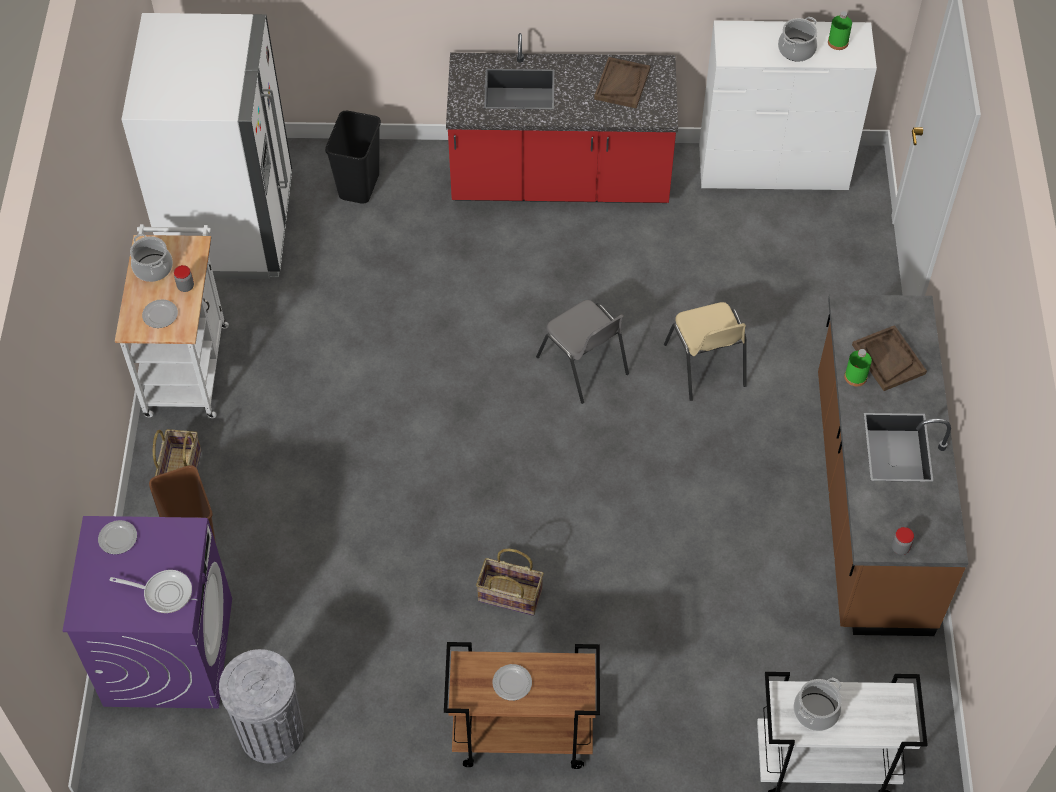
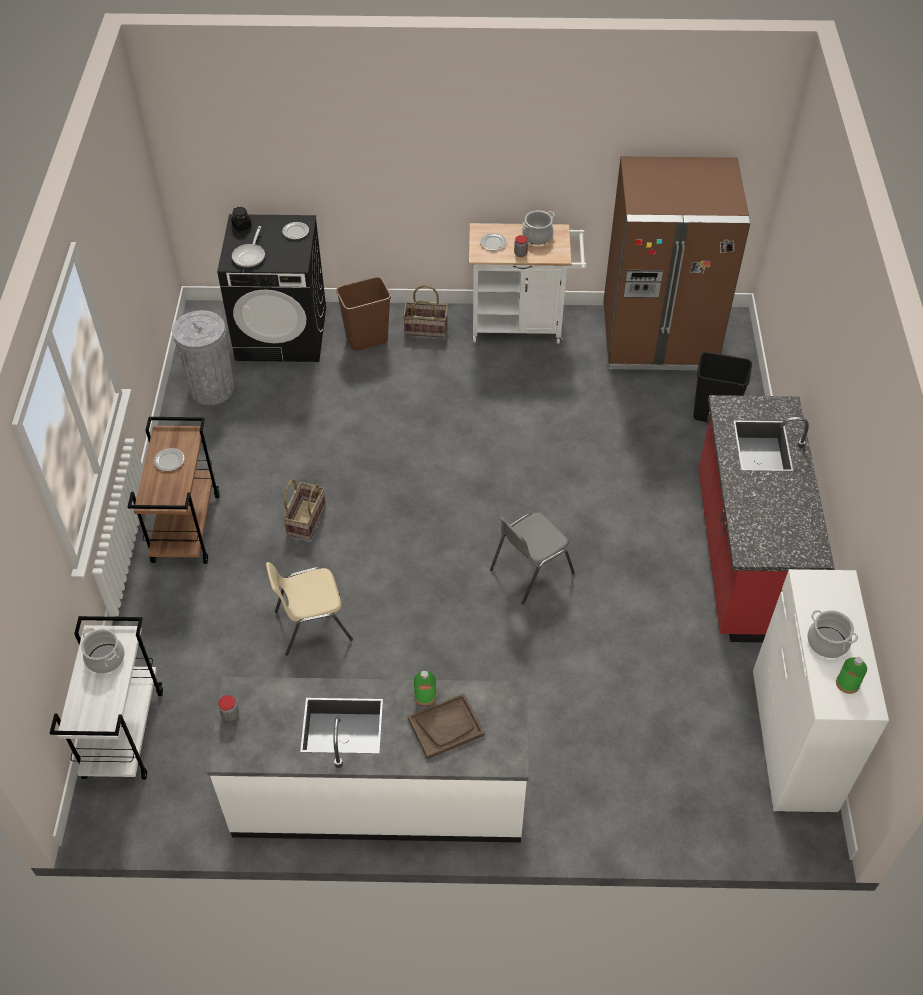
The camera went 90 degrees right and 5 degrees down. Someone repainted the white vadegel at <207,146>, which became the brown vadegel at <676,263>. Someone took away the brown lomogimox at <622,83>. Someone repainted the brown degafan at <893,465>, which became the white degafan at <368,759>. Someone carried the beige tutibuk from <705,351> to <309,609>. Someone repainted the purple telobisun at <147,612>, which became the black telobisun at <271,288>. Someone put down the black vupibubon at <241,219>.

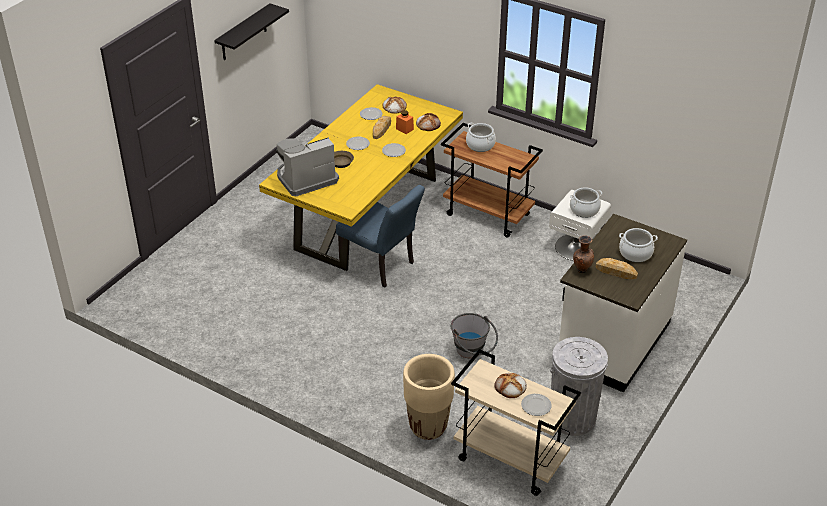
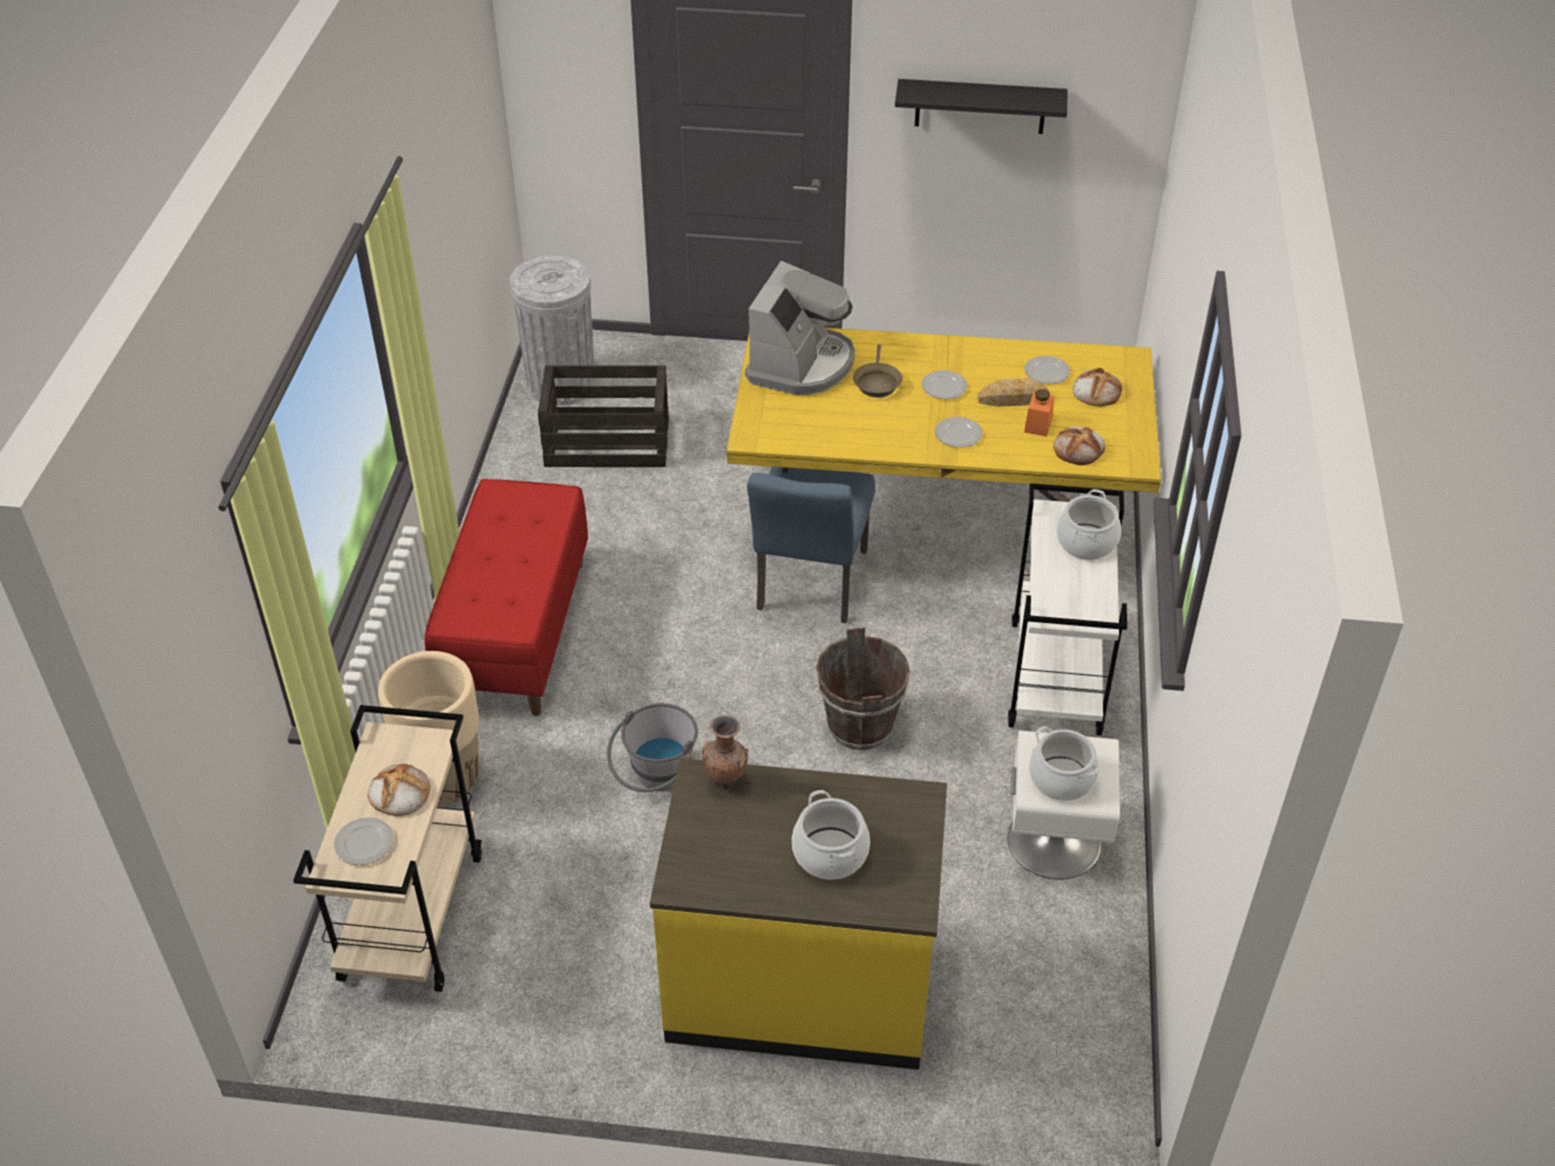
The camera went 65 degrees right and 5 degrees up. Someone repainted the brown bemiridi at <492,180>, which became the white bemiridi at <1067,609>. Someone rotated the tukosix at <307,166> by 75 degrees clockwise. Someone repainted the white degafan at <623,303>, which became the yellow degafan at <798,914>. Someone took away the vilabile at <617,268>. Someone carried the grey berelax from <579,386> to <553,331>. Someone put down the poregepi at <603,416>. Someone put down the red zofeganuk at <506,597>. Someone put down the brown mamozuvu at <863,688>.

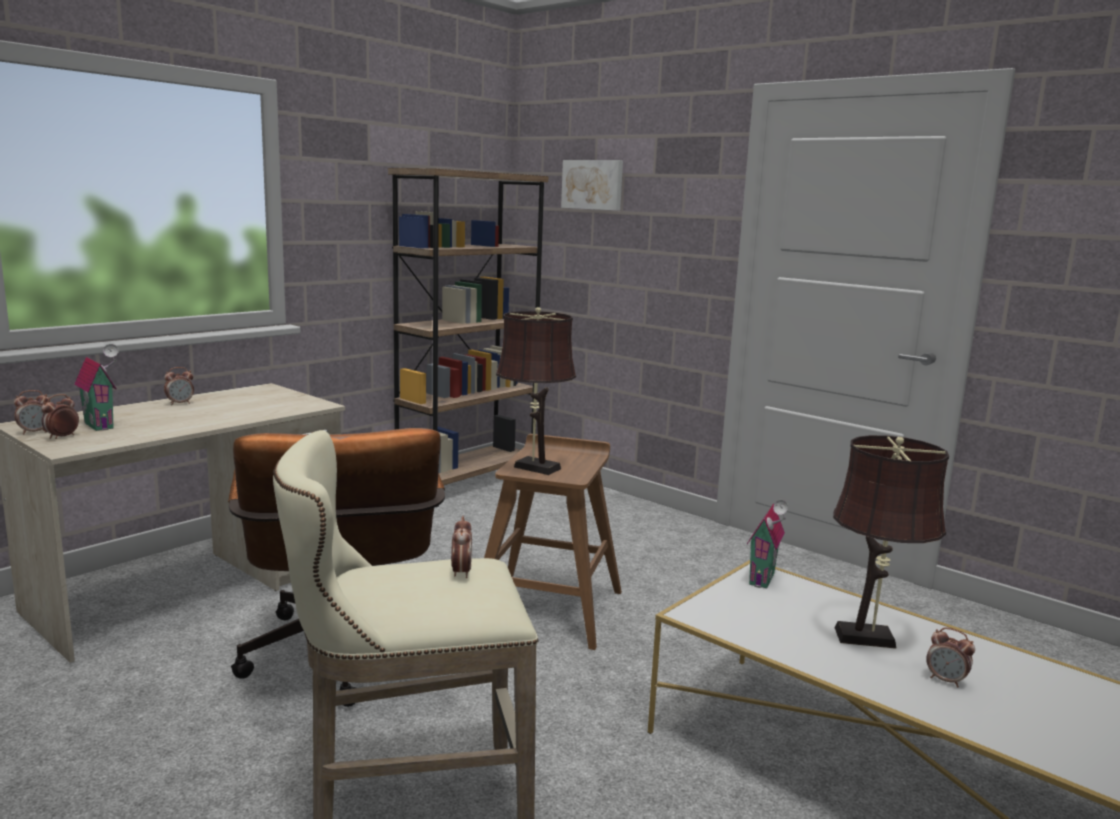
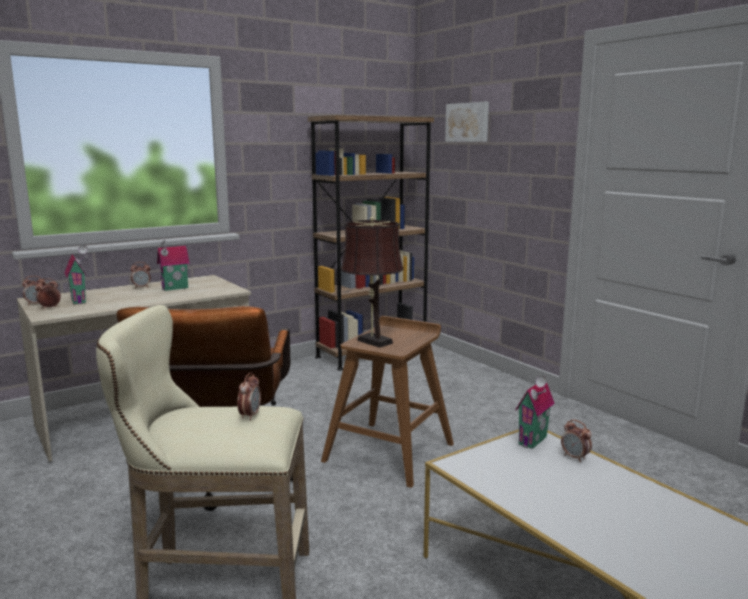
The camera went 15 degrees right and 0 degrees up. Someone took away the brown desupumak at <891,542>. Someone carried the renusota from <950,657> to <576,440>. Someone put down the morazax at <173,264>.

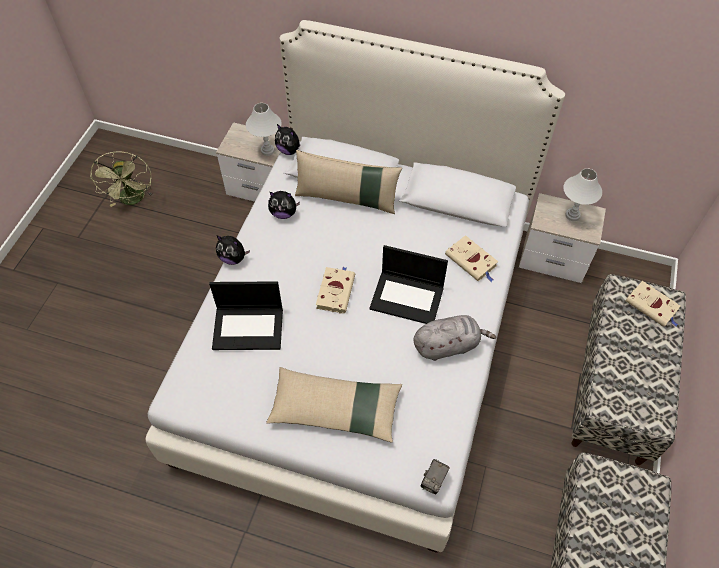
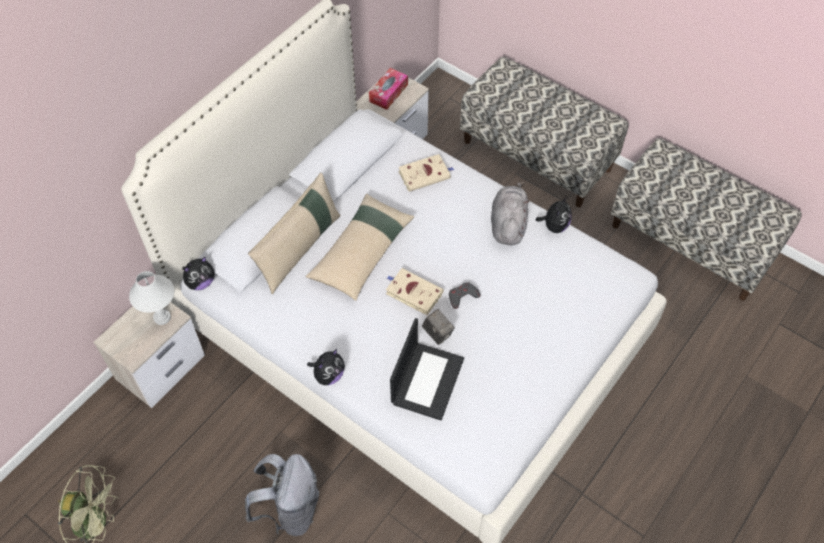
The camera went 70 degrees left and 0 degrees up. Someone swapped the white desupumak at <582,194> for the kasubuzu at <388,89>. Someone carried the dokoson from <284,205> to <554,215>. Someone took away the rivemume at <408,284>. Someone took away the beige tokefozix at <653,304>. Someone carried the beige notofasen from <334,405> to <360,247>. Someone carried the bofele from <435,476> to <438,327>. Someone put down the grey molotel at <464,295>. Someone put down the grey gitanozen at <282,495>.

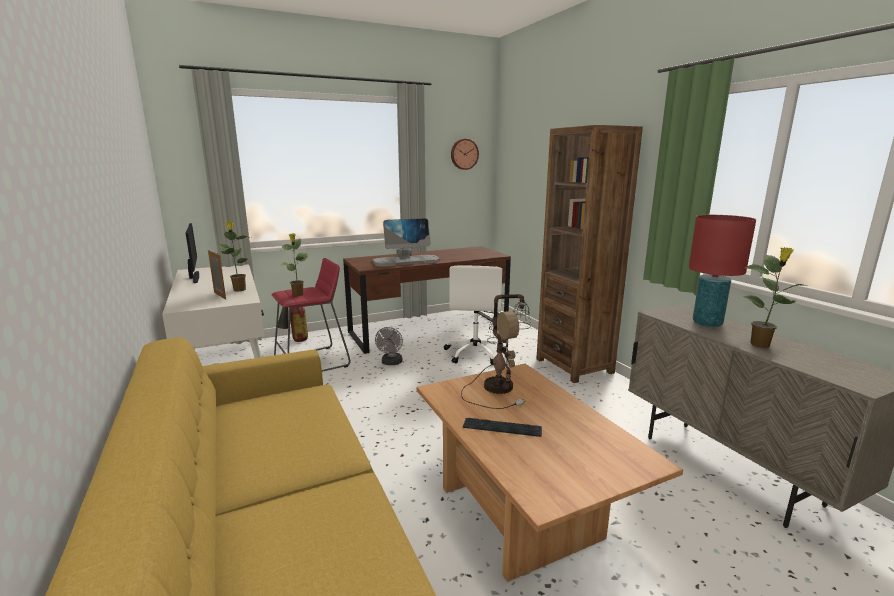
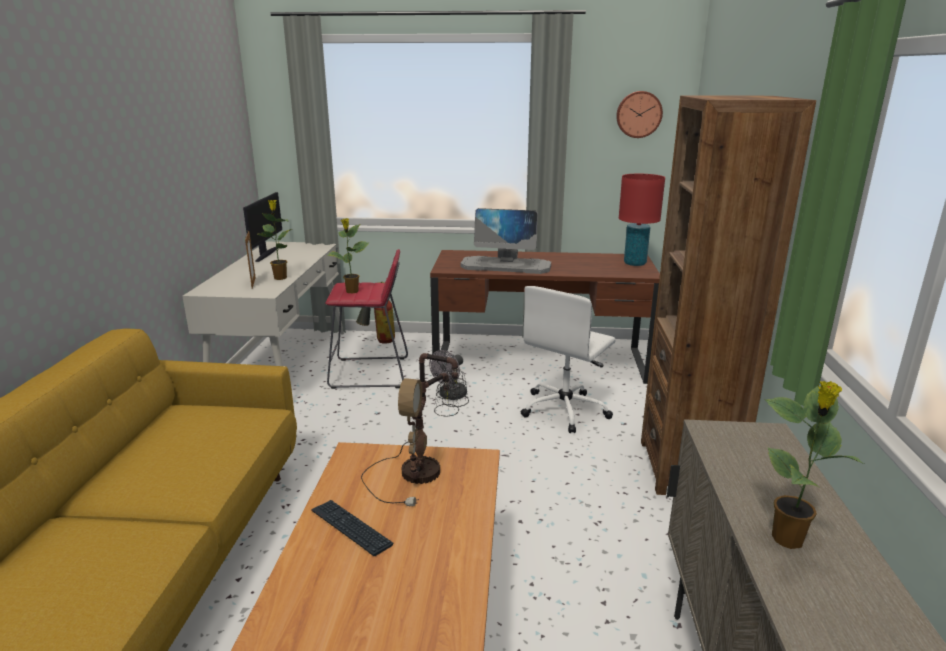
The camera went 30 degrees right and 5 degrees up. Someone carried the red desupumak from <722,271> to <642,220>.

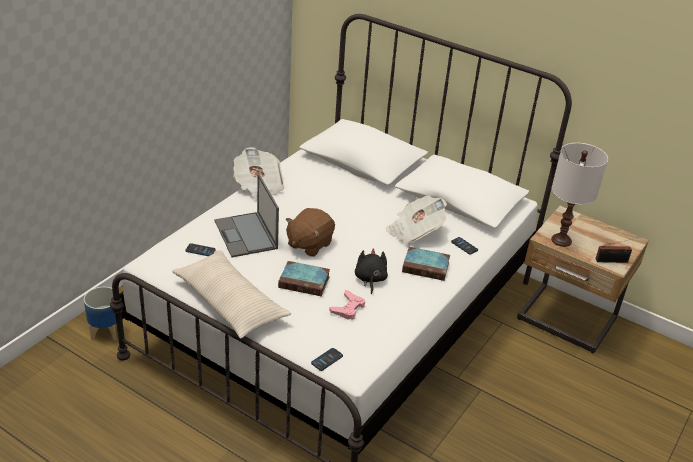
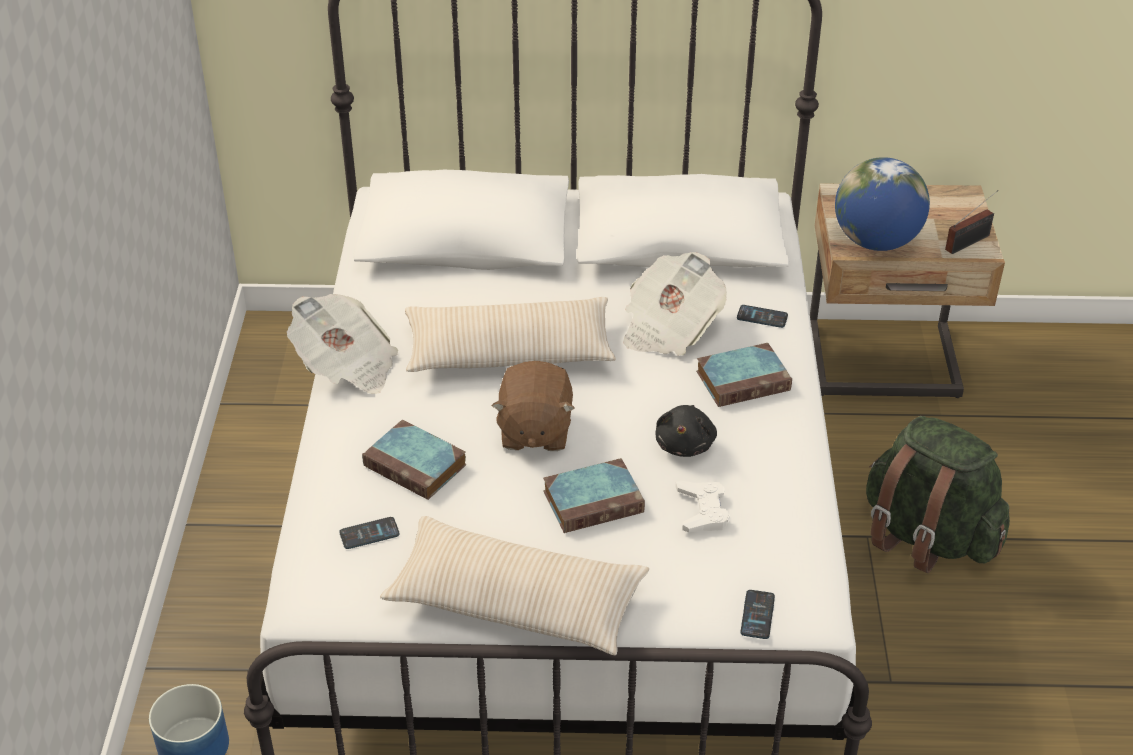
The camera went 30 degrees left and 5 degrees up. Someone swapped the white desupumak at <579,195> for the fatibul at <882,204>. Someone swapped the rivemume at <246,215> for the tokefozix at <414,460>. Someone rotated the black dokoson at <371,271> by 135 degrees counterclockwise. Someone repainted the pink molotel at <347,305>, which became the white molotel at <702,507>. Someone put down the beige notofasen at <510,334>. Someone put down the green gitanozen at <938,494>.

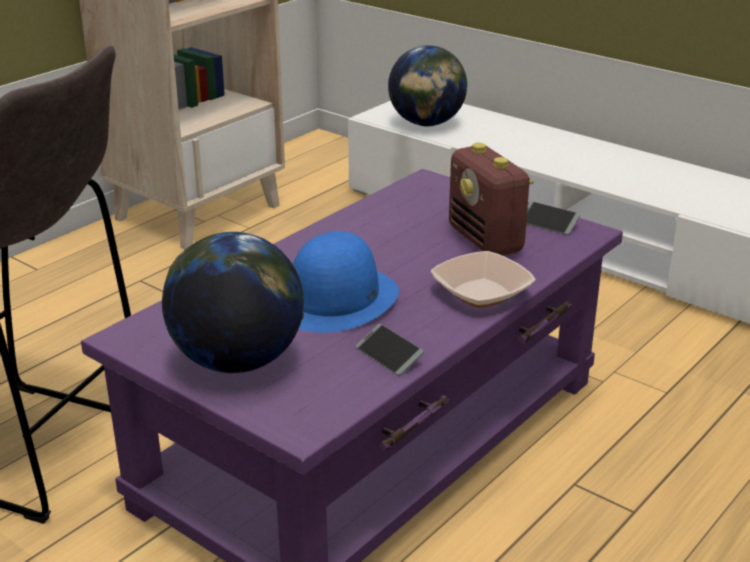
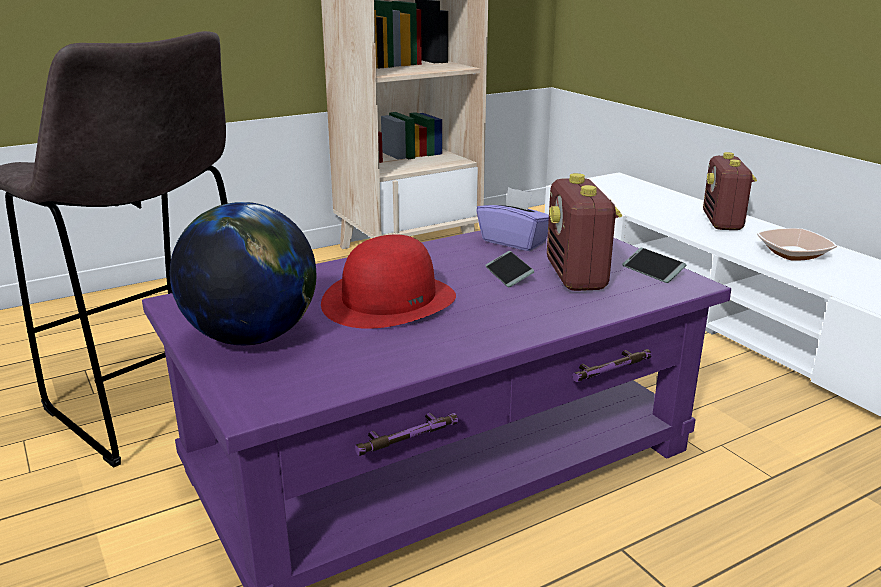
The camera went 20 degrees right and 5 degrees down. Someone took away the fatibul at <427,85>. Someone repainted the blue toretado at <346,282>, which became the red toretado at <388,281>. Someone carried the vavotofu from <483,279> to <797,244>. Someone carried the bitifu from <390,350> to <509,269>. Someone put down the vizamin at <730,191>. Someone put down the purple kasubuzu at <512,219>.

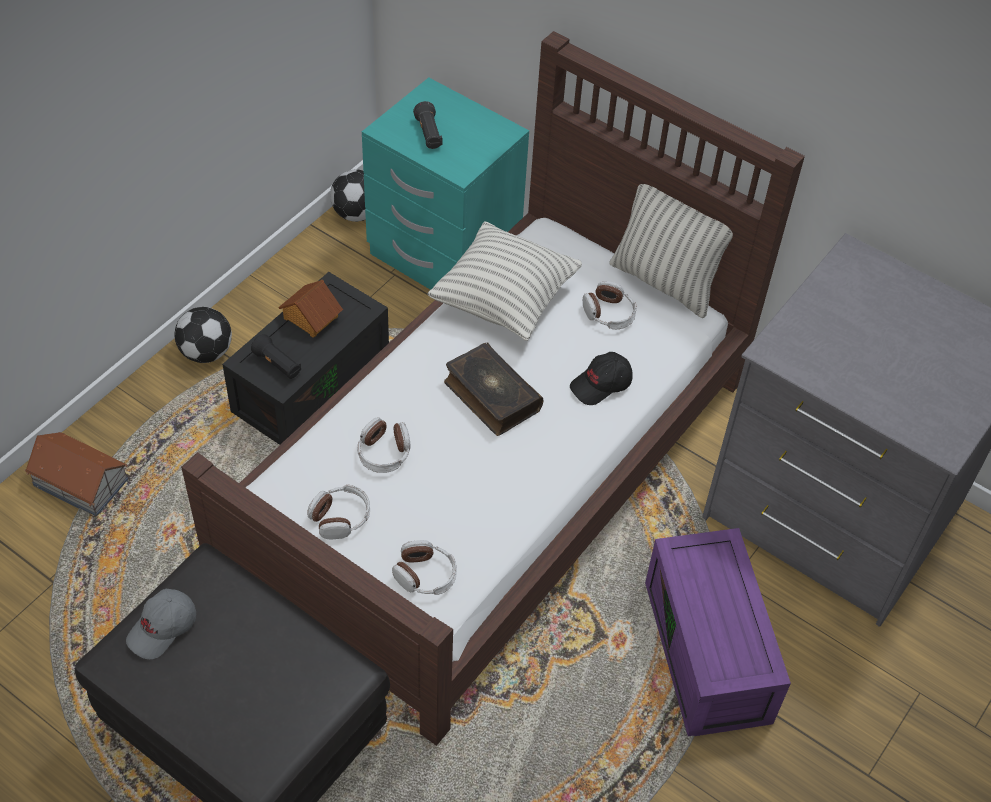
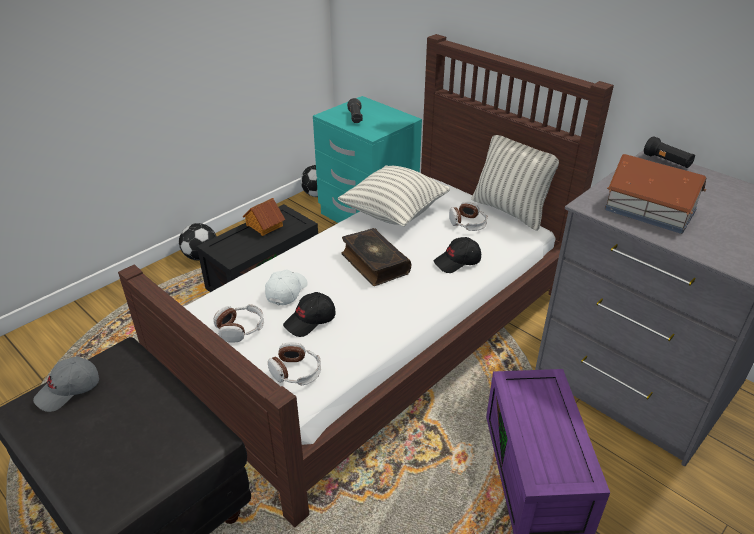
The camera went 10 degrees right and 15 degrees down. Someone carried the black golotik from <276,356> to <669,152>. Someone swapped the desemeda at <384,445> for the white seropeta at <286,287>. Someone carried the morazax from <76,474> to <655,194>. Someone put down the black seropeta at <309,314>.

